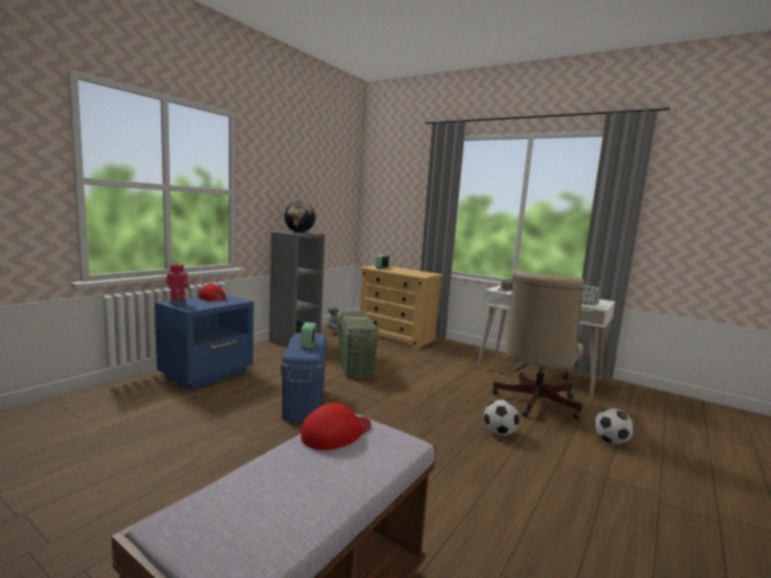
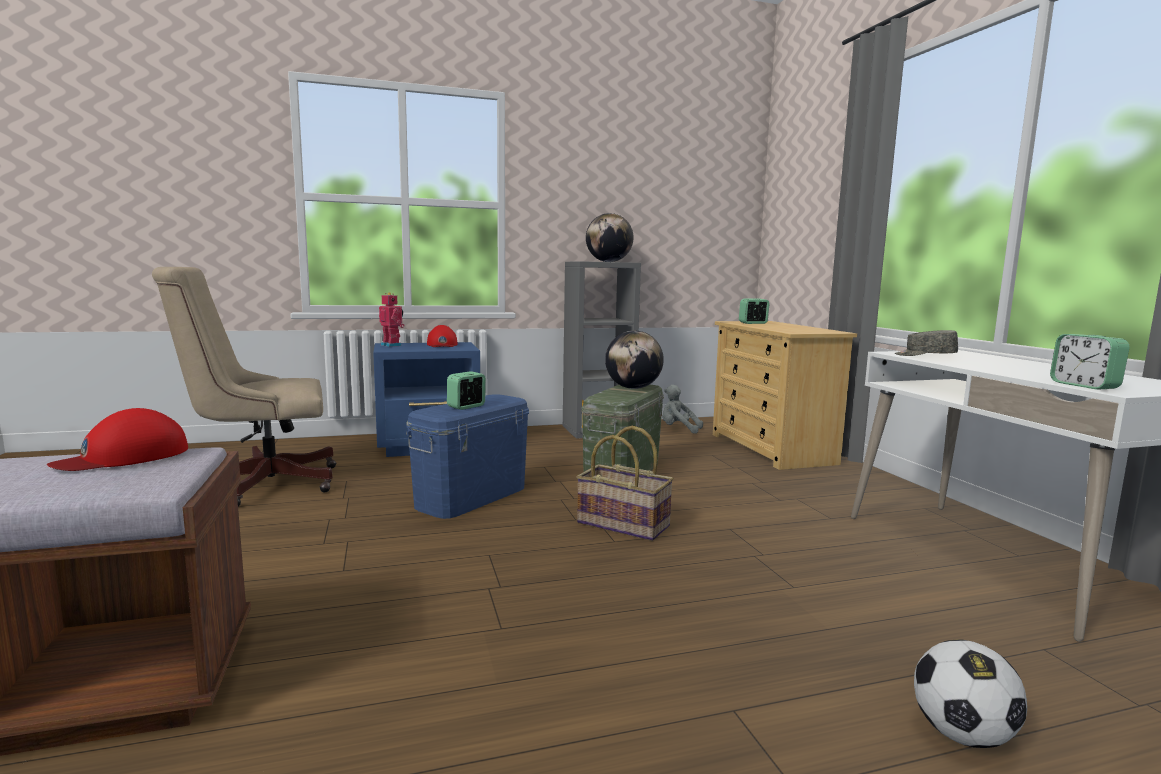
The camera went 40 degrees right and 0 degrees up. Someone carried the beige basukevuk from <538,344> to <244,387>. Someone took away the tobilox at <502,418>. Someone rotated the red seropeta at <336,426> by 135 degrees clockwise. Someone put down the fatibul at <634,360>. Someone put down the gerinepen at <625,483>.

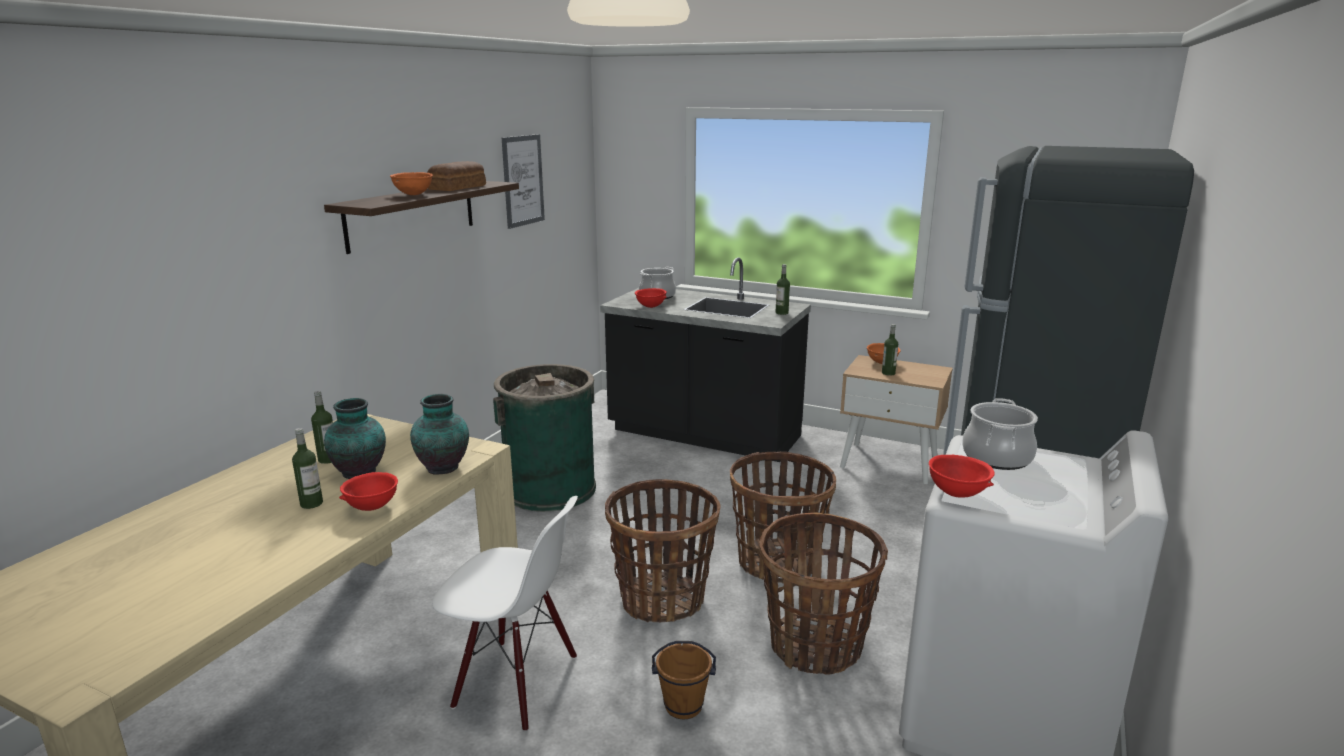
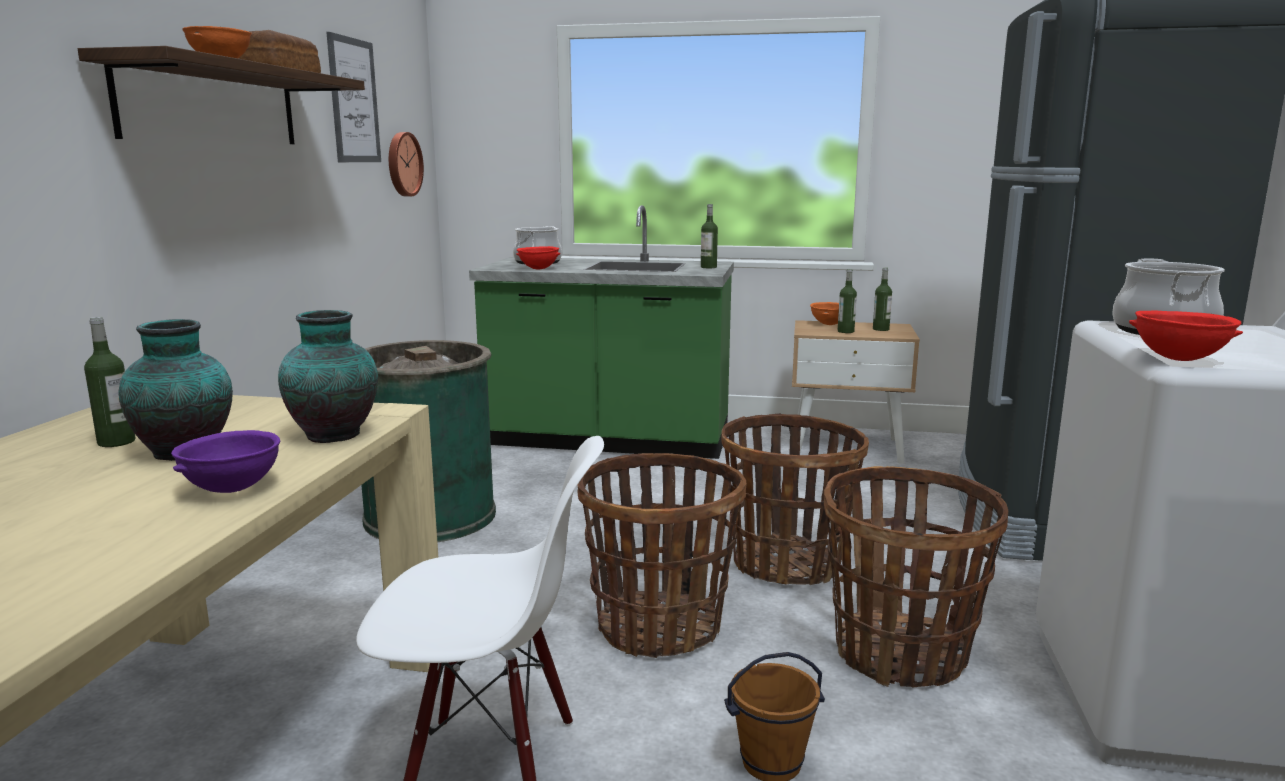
The camera went 15 degrees left and 5 degrees down. Someone repainted the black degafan at <705,359>, which became the green degafan at <601,332>. Someone carried the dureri from <307,468> to <882,299>. Someone repainted the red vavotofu at <368,491>, which became the purple vavotofu at <225,461>. Someone put up the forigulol at <406,164>.

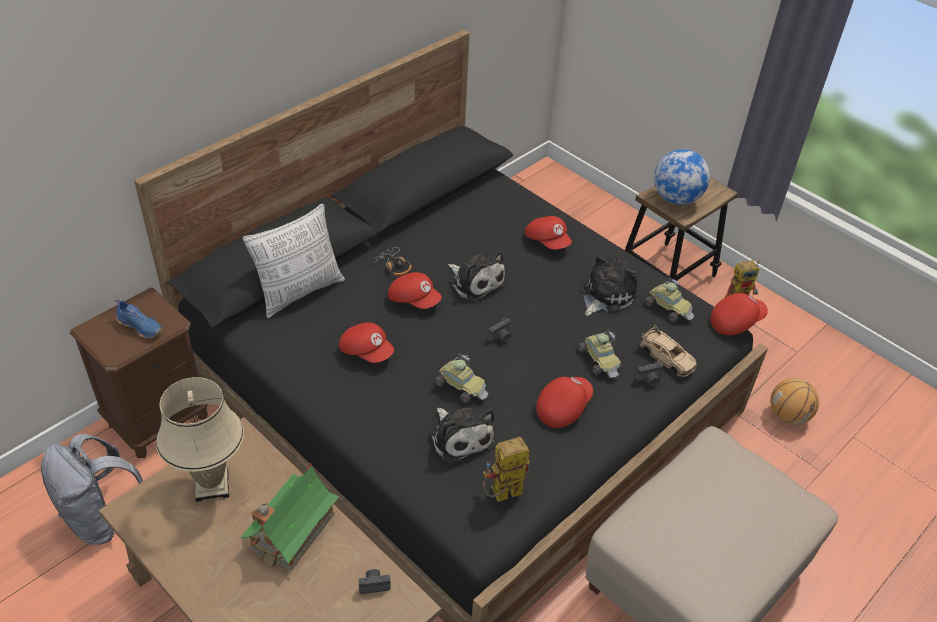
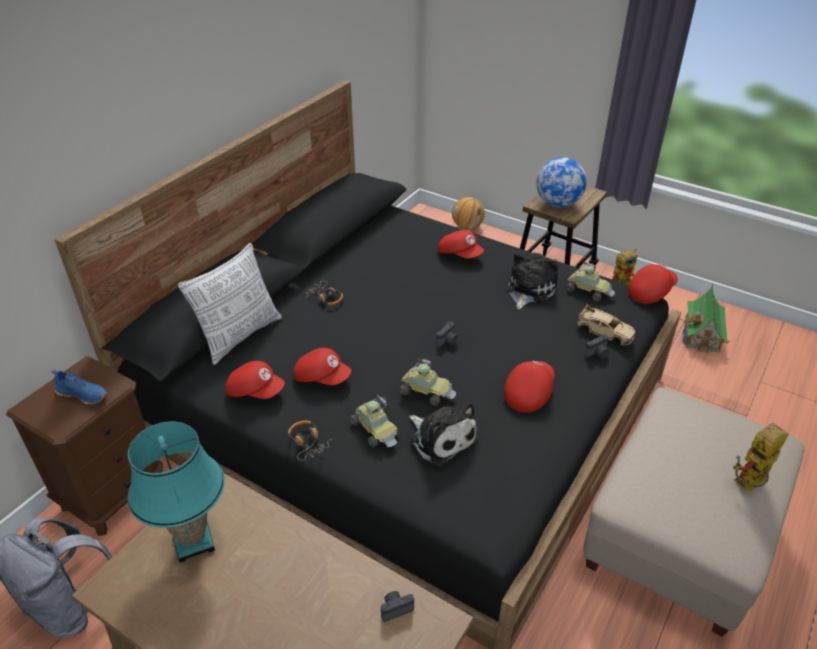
The camera went 10 degrees left and 5 degrees down. Someone took away the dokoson at <477,276>. Someone carried the red seropeta from <415,290> to <255,380>. Someone carried the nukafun from <599,353> to <374,421>. Someone repainted the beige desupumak at <200,439>, which became the turquoise desupumak at <176,492>. Someone carried the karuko from <795,401> to <468,213>. Someone carried the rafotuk from <506,469> to <761,457>. Someone carried the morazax from <290,517> to <707,319>. Someone put down the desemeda at <310,441>.

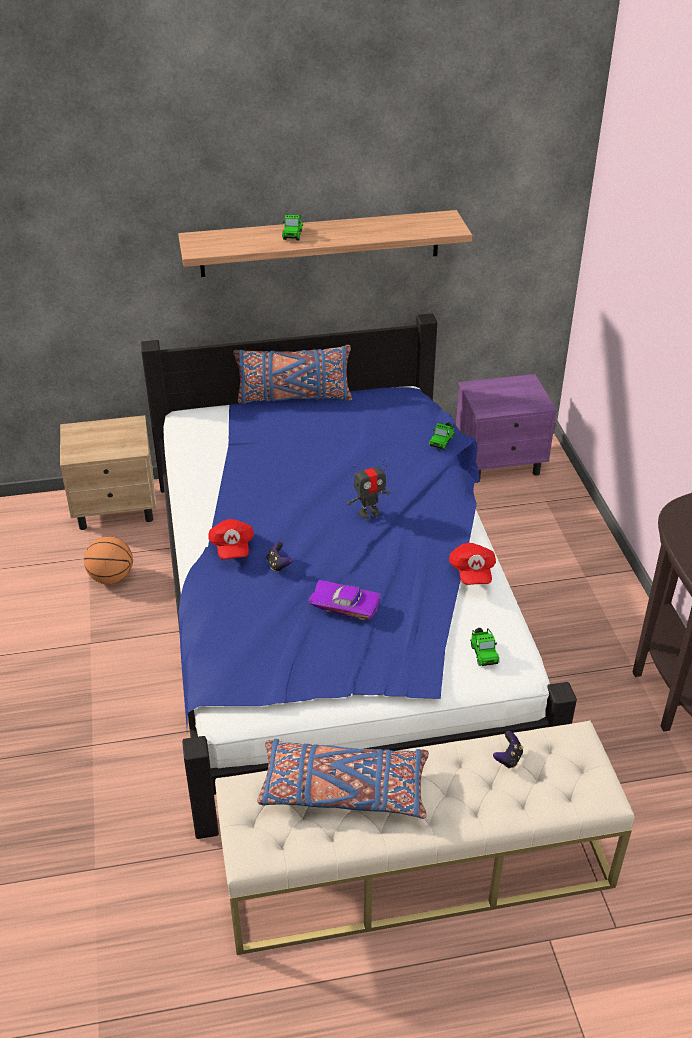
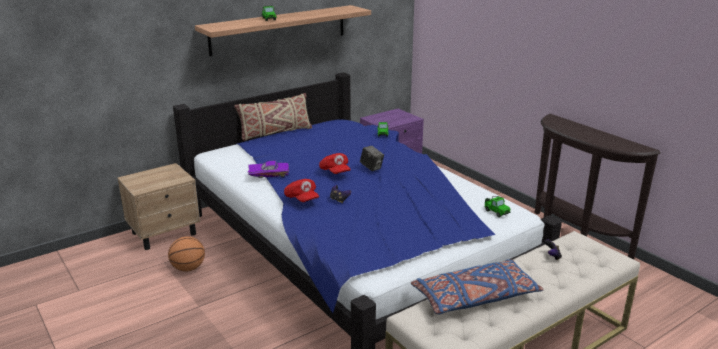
The camera went 25 degrees left and 15 degrees down. Someone repainted the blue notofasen at <292,374>, which became the beige notofasen at <273,117>. Someone swapped the rafotuk at <368,489> for the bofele at <372,158>. Someone carried the red seropeta from <472,564> to <335,163>. Someone carried the purple nukafun from <344,600> to <268,169>.

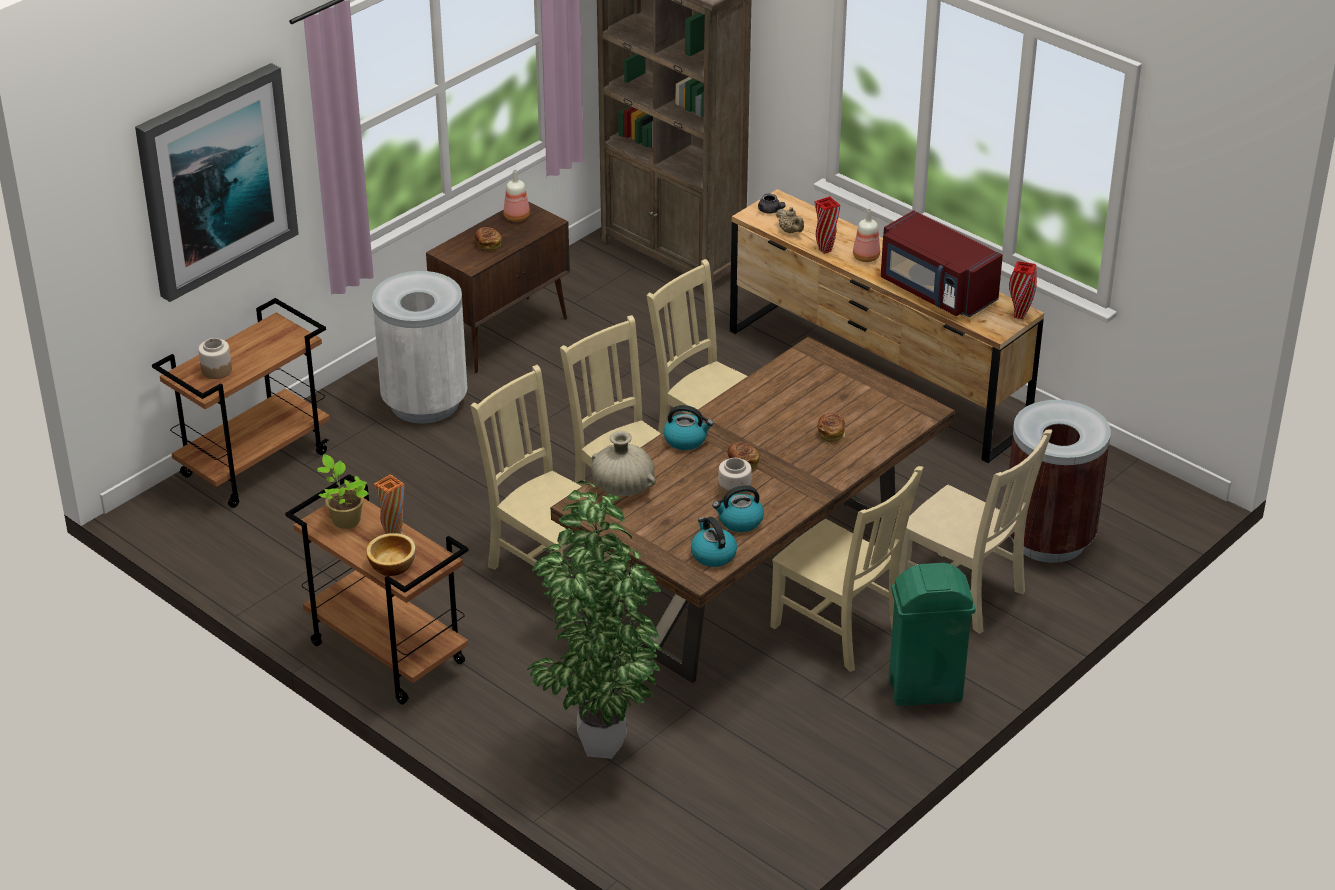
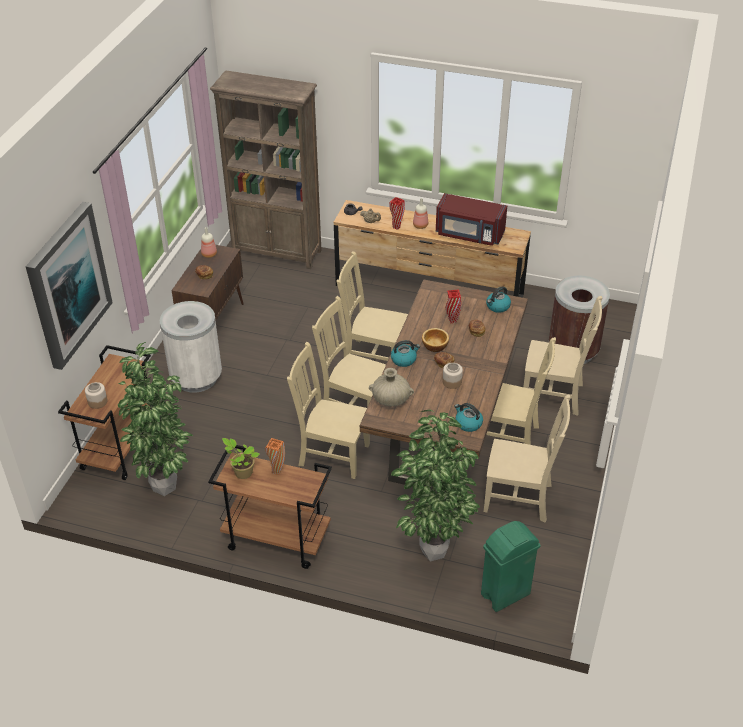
The camera went 25 degrees left and 5 degrees up. Someone carried the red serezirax from <1023,290> to <453,306>. Someone carried the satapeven from <738,508> to <498,299>. Someone carried the vavotofu from <391,554> to <435,340>. Someone carried the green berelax from <932,634> to <510,566>. Someone put down the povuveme at <155,419>. Someone put down the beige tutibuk at <527,459>.

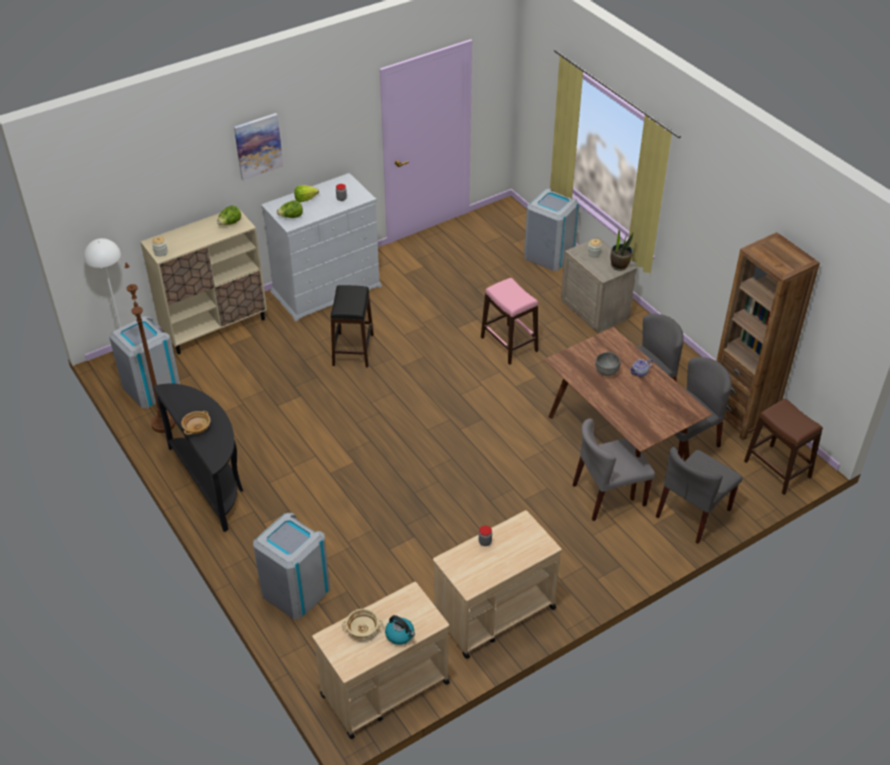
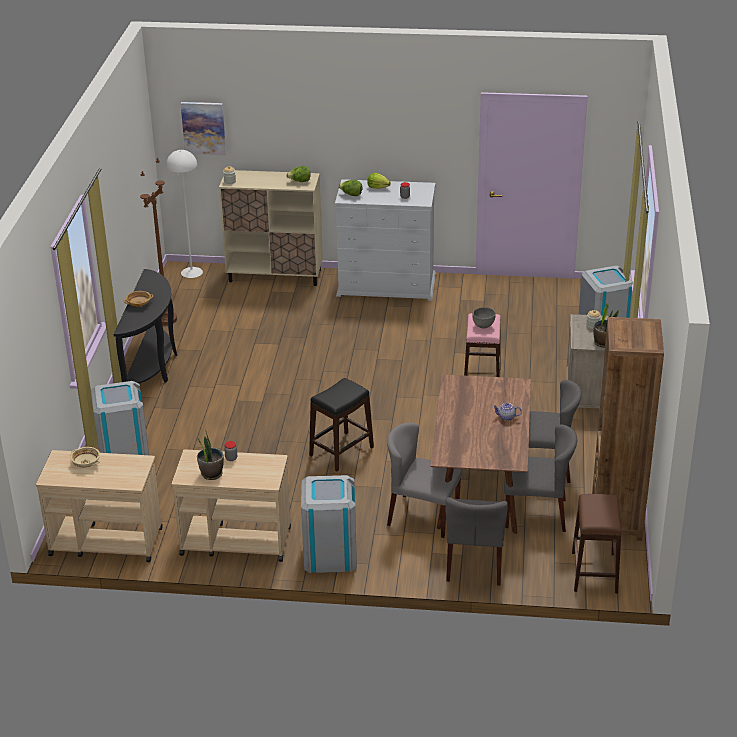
The camera went 40 degrees right and 10 degrees down. Someone carried the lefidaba from <258,147> to <203,128>. Someone carried the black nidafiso from <352,326> to <341,424>. Someone carried the grey berelax from <144,362> to <329,524>. Someone carried the grey vavotofu from <607,364> to <483,317>. Someone rotated the grey tutibuk at <699,495> by 75 degrees counterclockwise. Someone took away the satapeven at <400,630>. Someone put down the povuveme at <210,456>.

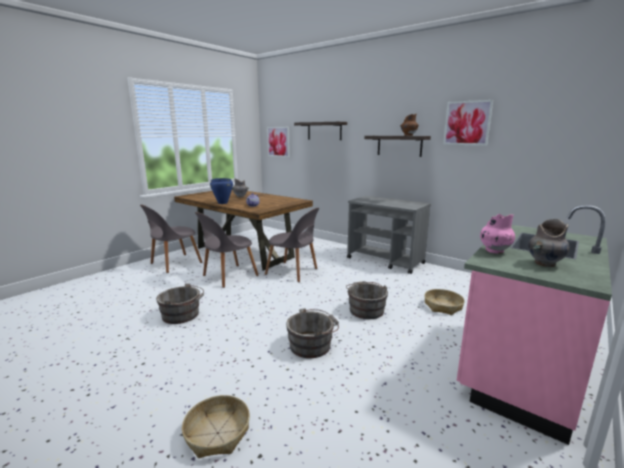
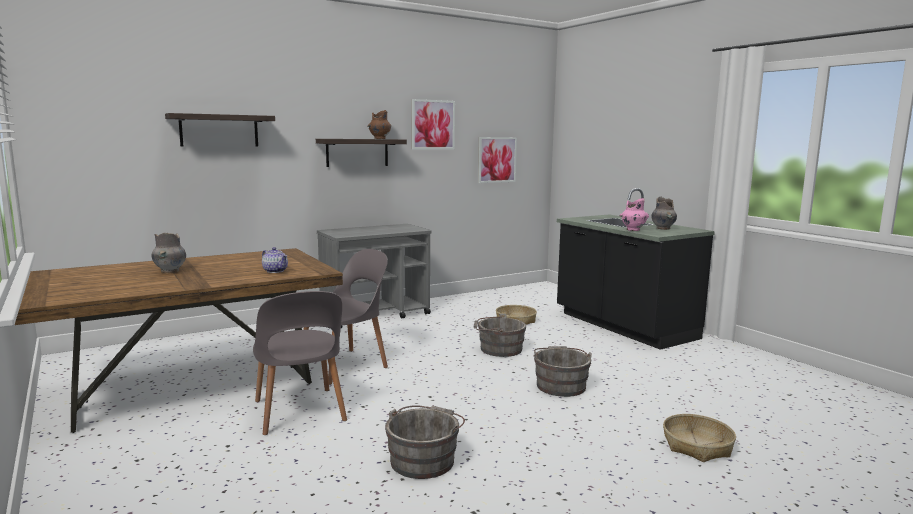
The camera went 70 degrees left and 5 degrees down. Someone carried the lefidaba from <278,142> to <497,160>. Someone took away the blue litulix at <221,191>. Someone took away the grey tutibuk at <171,239>. Someone repainted the pink degafan at <534,325>, which became the black degafan at <636,269>.

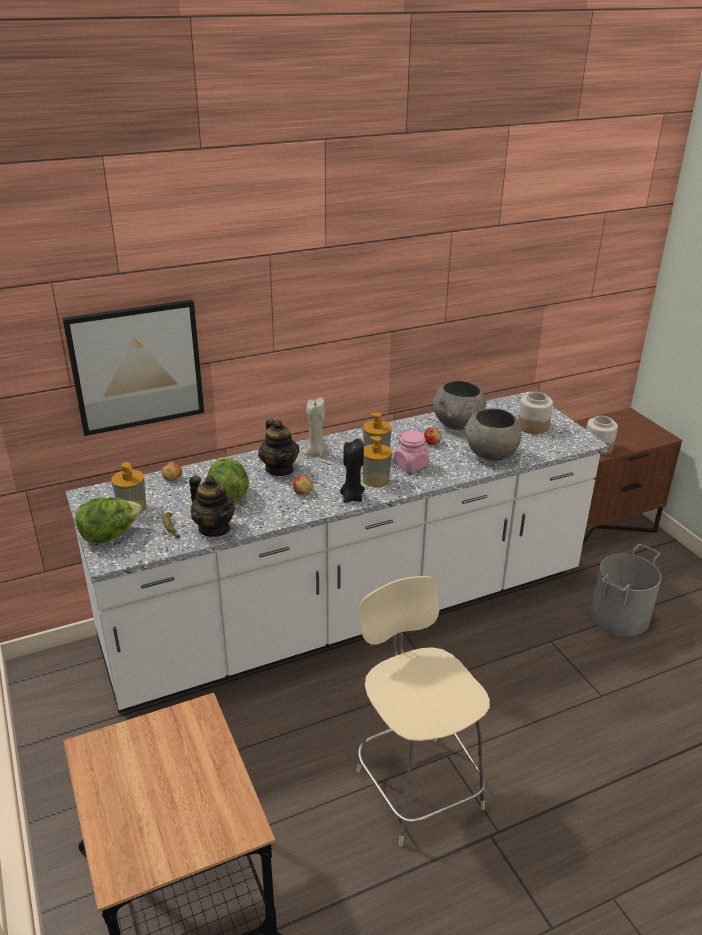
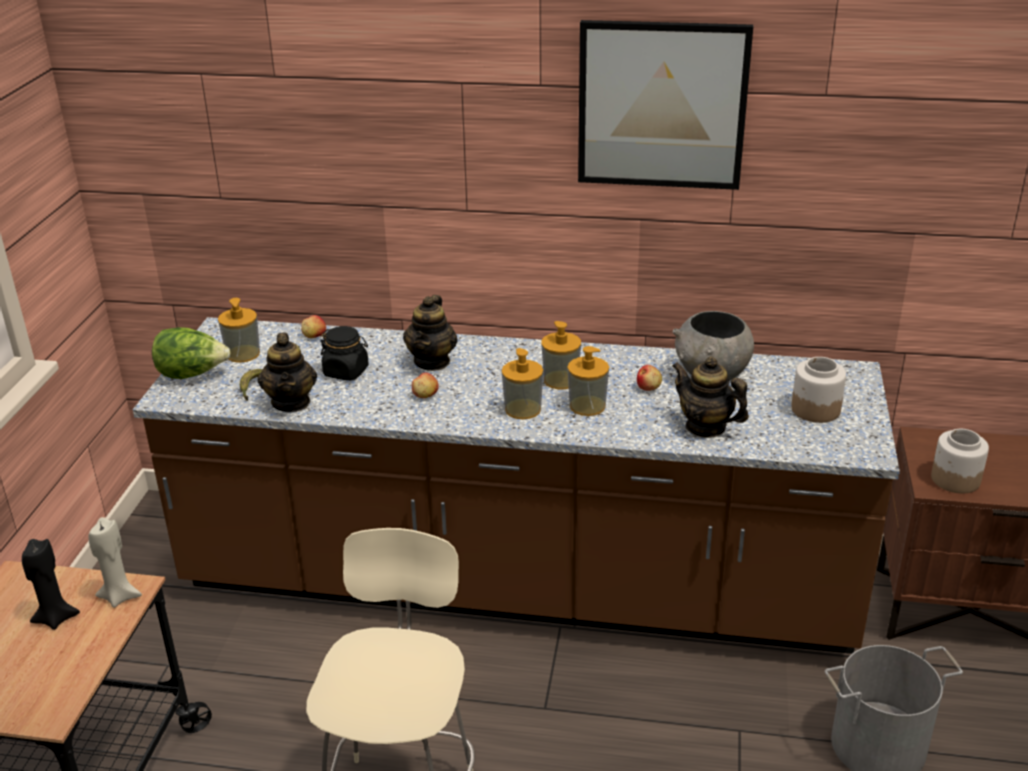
The camera went 35 degrees right and 0 degrees up. Someone carried the lefidaba from <133,368> to <665,105>. Someone repainted the white degafan at <337,552>, which became the brown degafan at <516,485>. Someone carried the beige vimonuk from <316,427> to <115,562>. Someone swapped the grey vavotofu at <493,434> for the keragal at <710,397>. Someone swapped the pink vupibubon at <411,451> for the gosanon at <588,381>. Someone carried the black vimonuk from <352,471> to <51,584>. Someone swapped the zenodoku at <228,481> for the black vupibubon at <344,353>.

